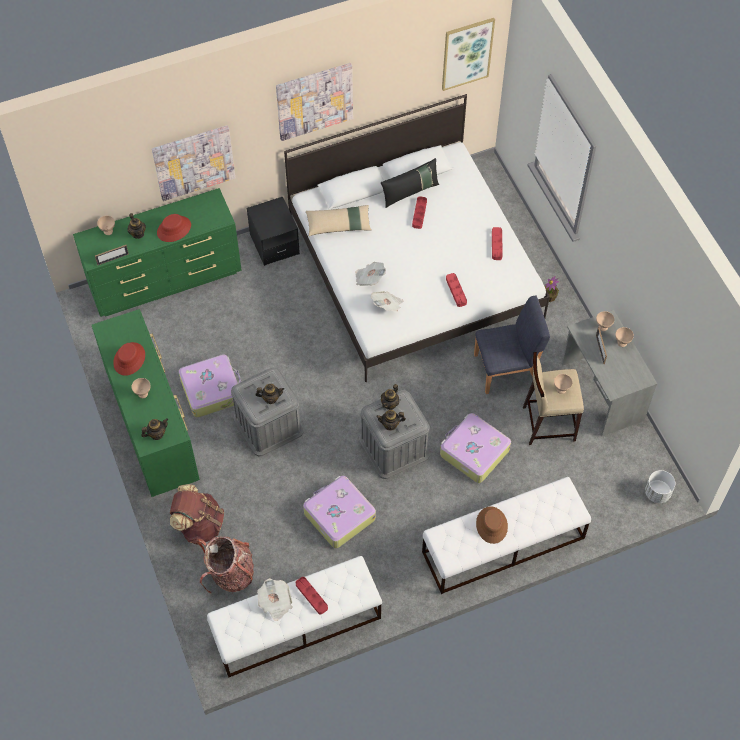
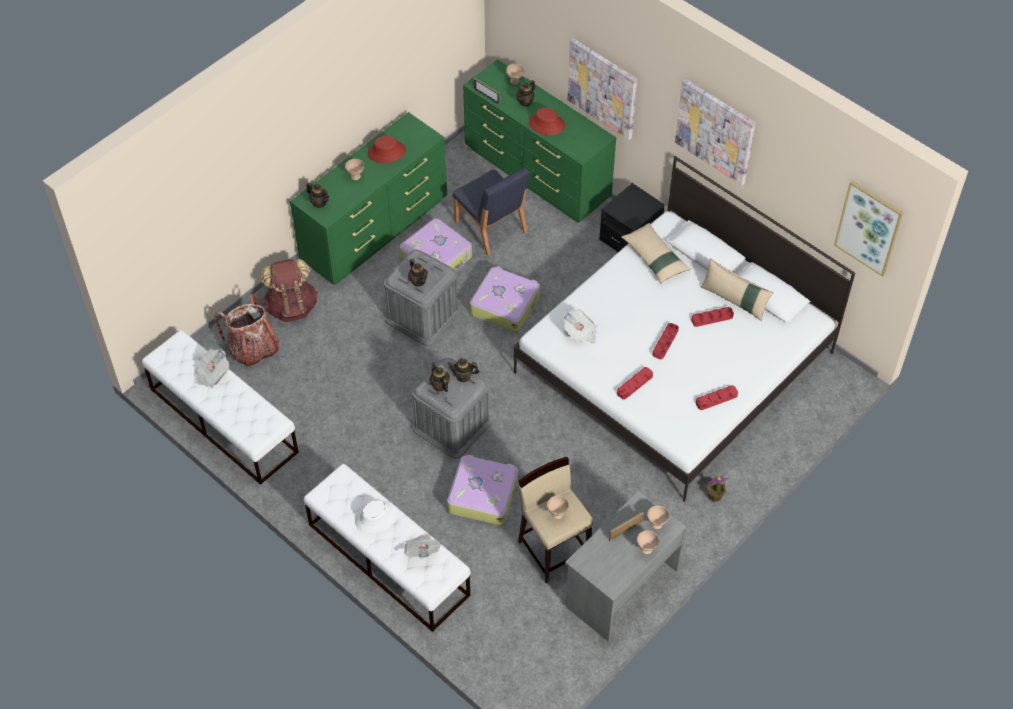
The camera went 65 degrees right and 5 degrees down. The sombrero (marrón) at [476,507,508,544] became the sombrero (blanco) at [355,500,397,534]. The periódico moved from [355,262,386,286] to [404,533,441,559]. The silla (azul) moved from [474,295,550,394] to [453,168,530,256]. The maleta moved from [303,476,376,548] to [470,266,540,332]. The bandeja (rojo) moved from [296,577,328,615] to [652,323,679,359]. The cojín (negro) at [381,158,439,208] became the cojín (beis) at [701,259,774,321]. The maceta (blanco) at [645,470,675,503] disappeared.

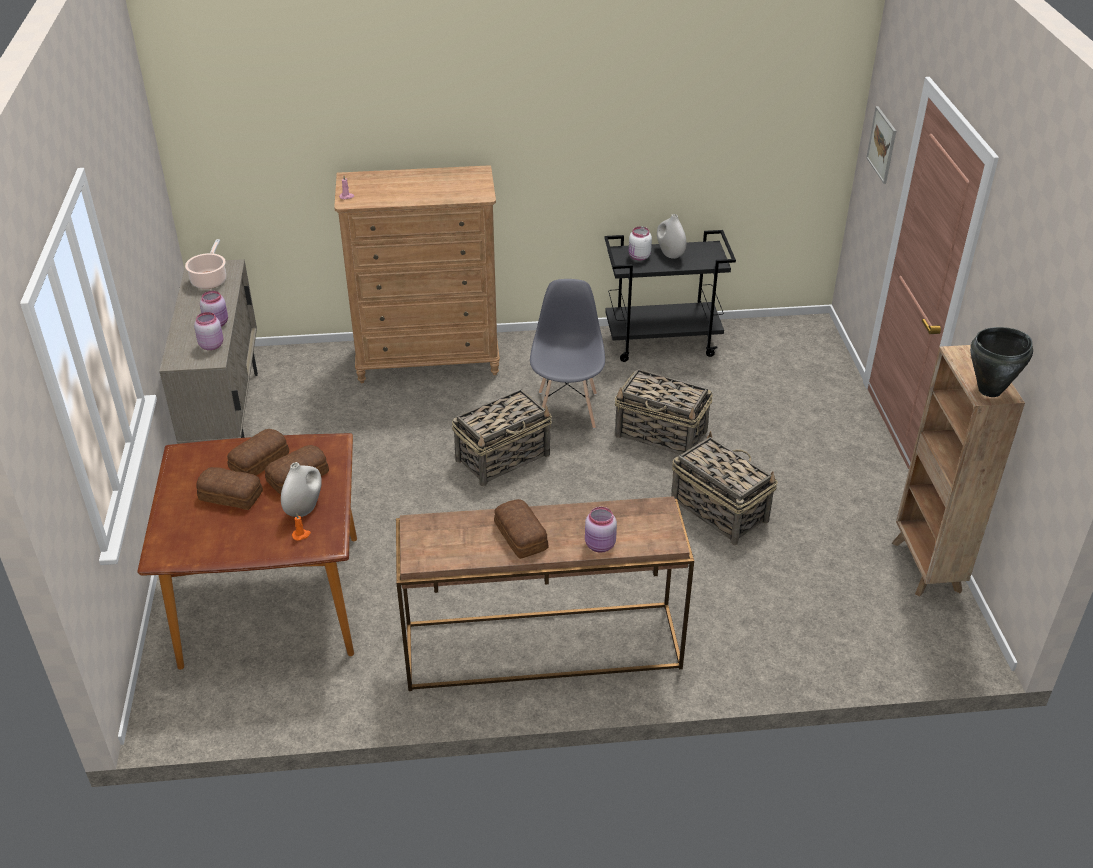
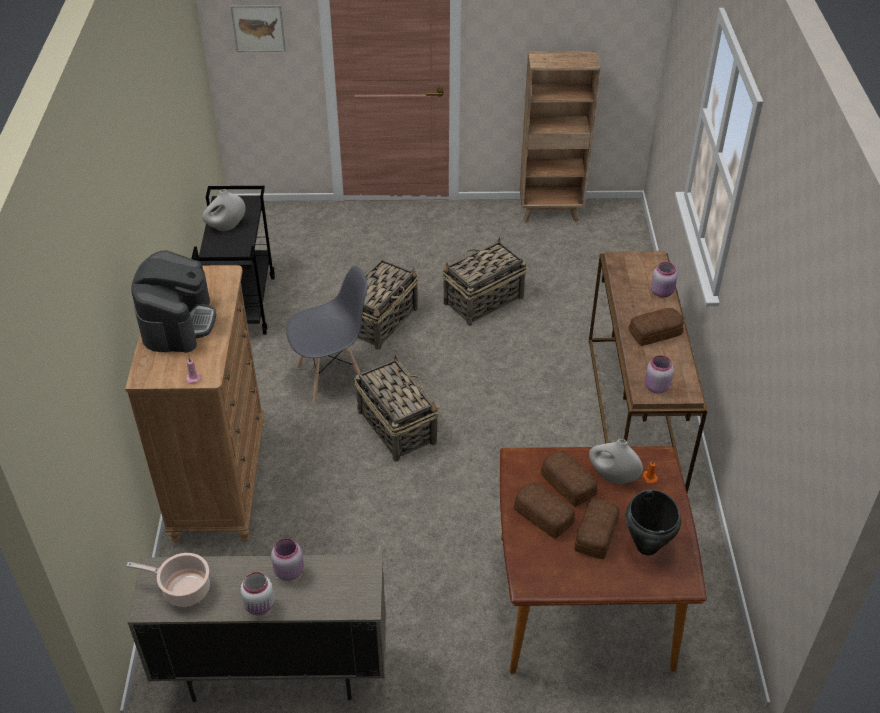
The camera went 85 degrees left and 5 degrees up. The cafetera at [131,250,216,353] appeared. The tarro (blanco) moved from [629,226,652,260] to [240,572,275,615]. The silla (gris) at [530,279,605,429] turned 150 degrees clockwise. The olla (negro) moved from [970,327,1033,397] to [626,490,681,555]. The tarro (rosa) moved from [194,312,223,350] to [645,355,674,393].

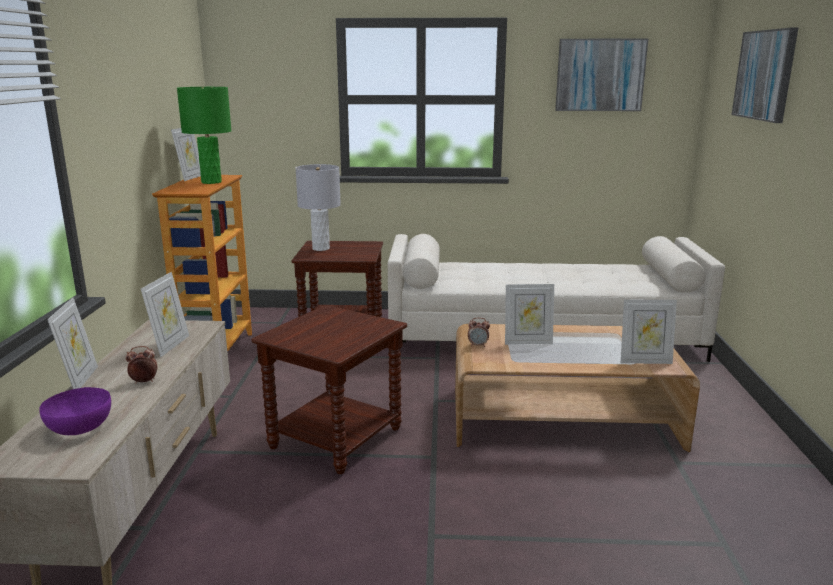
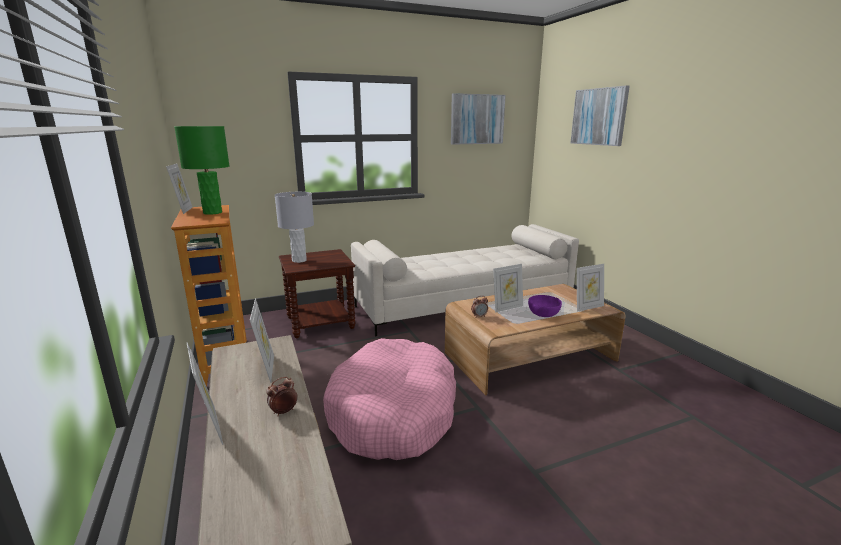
The camera went 25 degrees left and 0 degrees up. The mesa auxiliar (marrón) at [251,305,407,474] was replaced by the cama para perro (rosa) at [323,338,456,460]. The cuenco (morado) moved from [39,387,111,435] to [528,295,562,317].

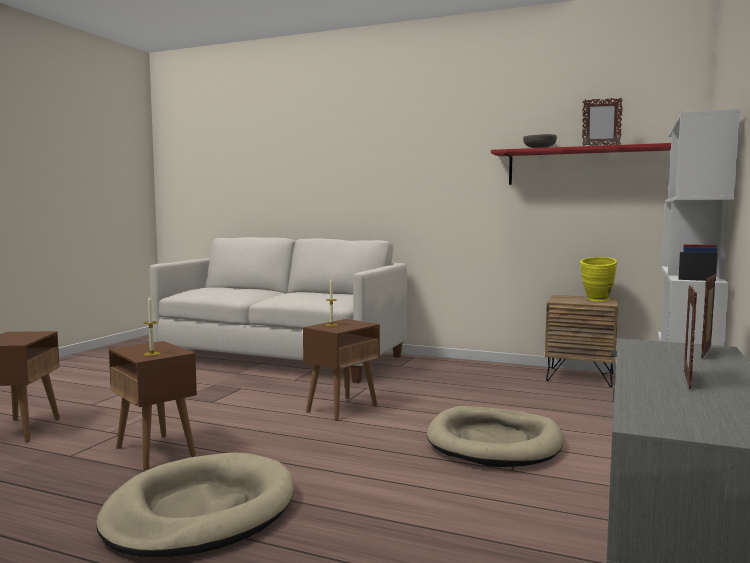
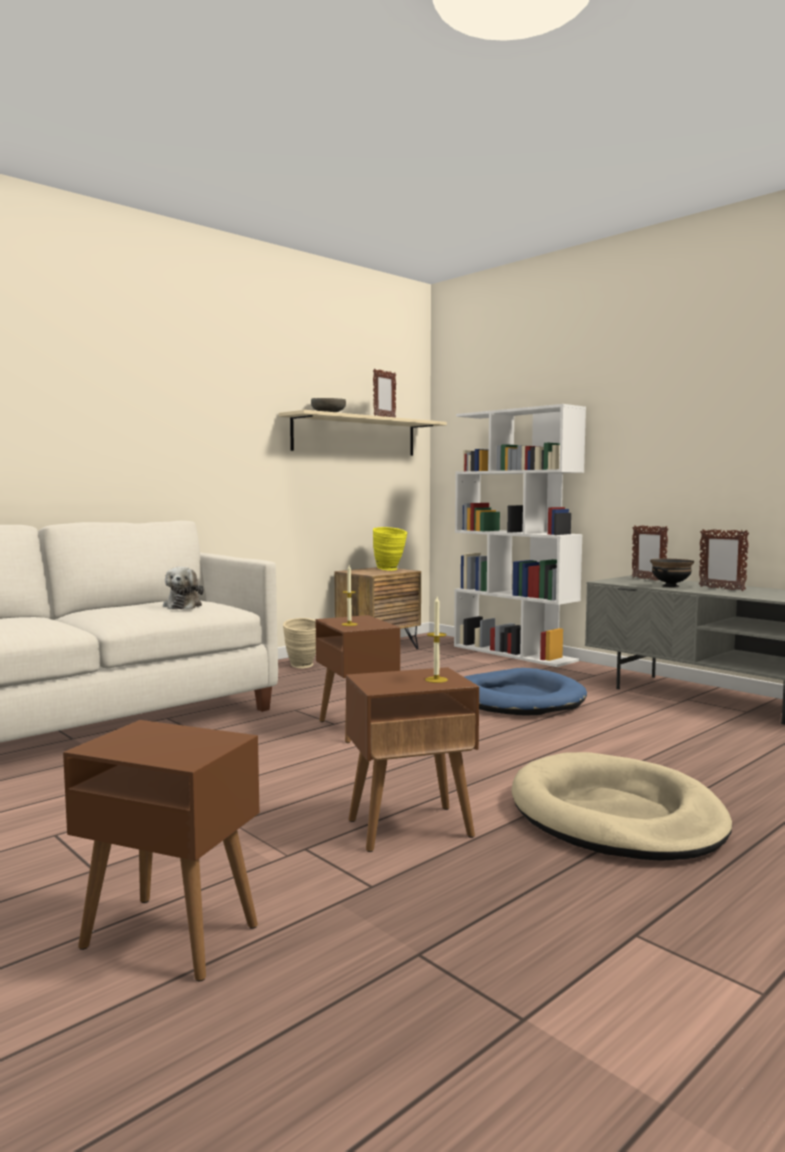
The camera went 65 degrees left and 0 degrees up. The peluche at [163,567,204,609] appeared. The estante (rojo) at [491,143,671,185] became the estante (beis) at [279,410,447,456]. The florero (beis) at [283,618,316,668] appeared. The cama para perro (beis) at [427,406,564,467] became the cama para perro (azul) at [464,668,587,716]. The cuenco (negro) at [650,559,694,587] appeared.

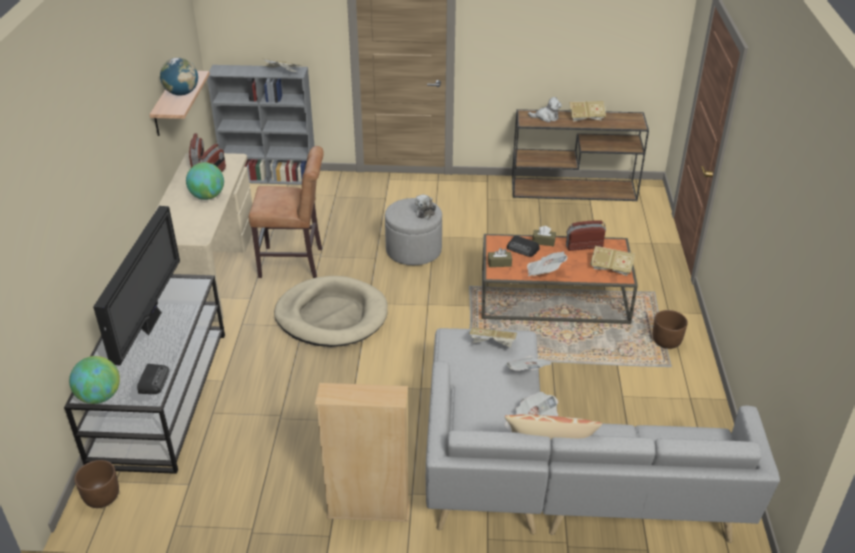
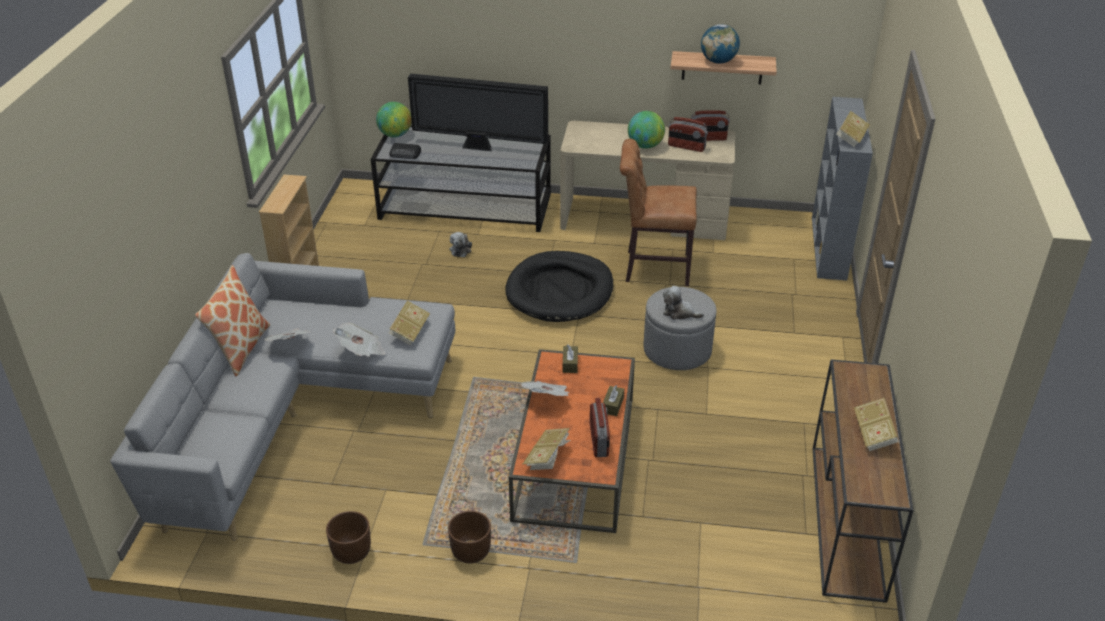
The camera went 95 degrees right and 0 degrees up. The maceta (marrón) moved from [74,460,119,508] to [326,511,371,564]. The peluche moved from [528,97,562,122] to [449,232,472,257]. The cama para perro (beis) at [274,276,388,347] became the cama para perro (negro) at [505,251,613,322]. The silla (marrón) at [249,146,324,278] turned 90 degrees clockwise. The radio at [507,236,540,257] disappeared.

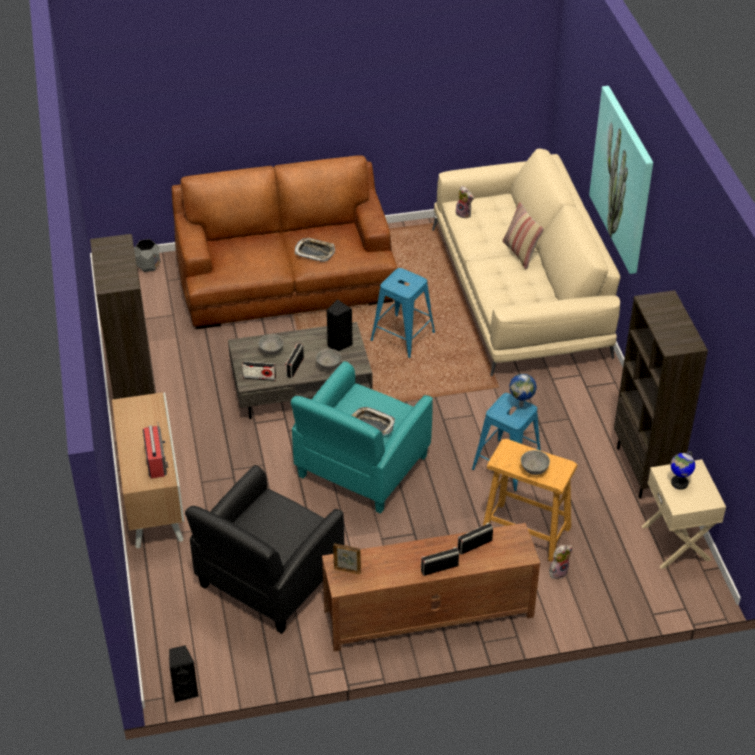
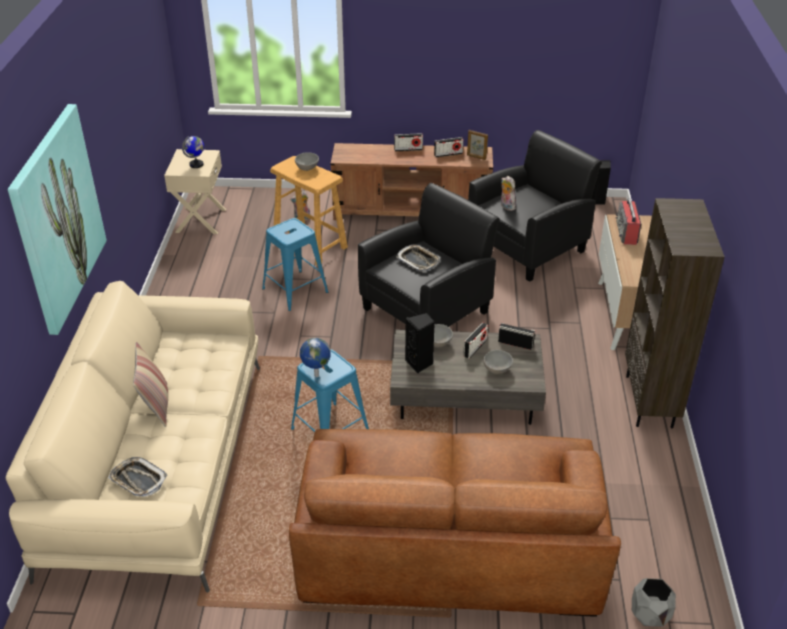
The camera went 165 degrees left and 5 degrees down. The bandeja moved from [295,238,335,262] to [108,457,168,497]. The globo terráqueo moved from [509,374,537,407] to [300,338,331,377]. The sillón (turquesa) at [291,361,433,514] became the sillón (negro) at [358,183,499,327]. The radio moved from [457,522,493,555] to [434,137,463,157]. The peluche moved from [456,186,474,218] to [501,176,516,211]. The estantería (marrón) at [614,290,708,498] disappeared.

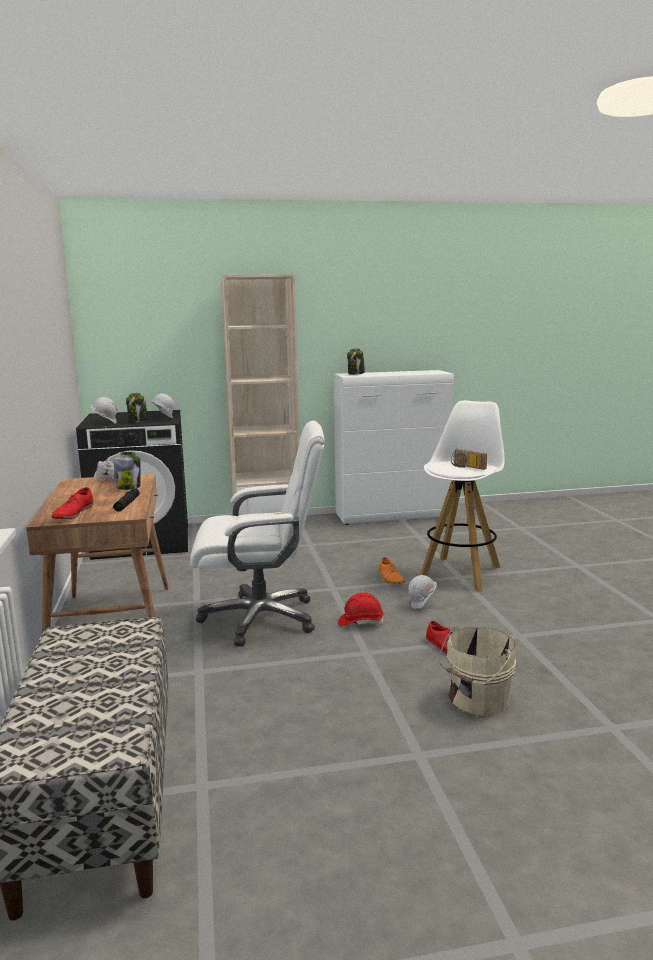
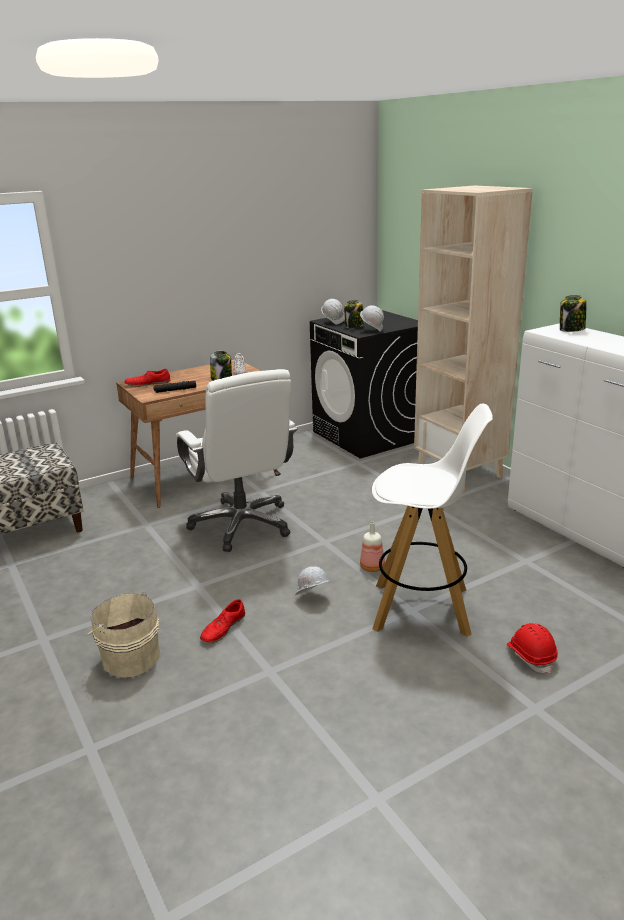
The camera went 70 degrees right and 10 degrees up. The zapato (naranja) at [379,557,405,584] was replaced by the botella at [360,522,385,572]. The casco (rojo) moved from [338,592,384,626] to [507,623,558,674]. The radio at [451,449,487,470] disappeared.

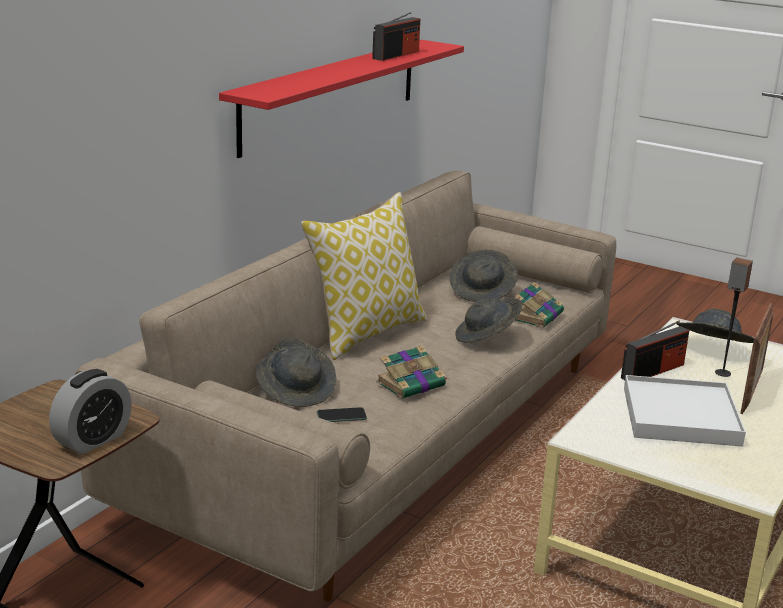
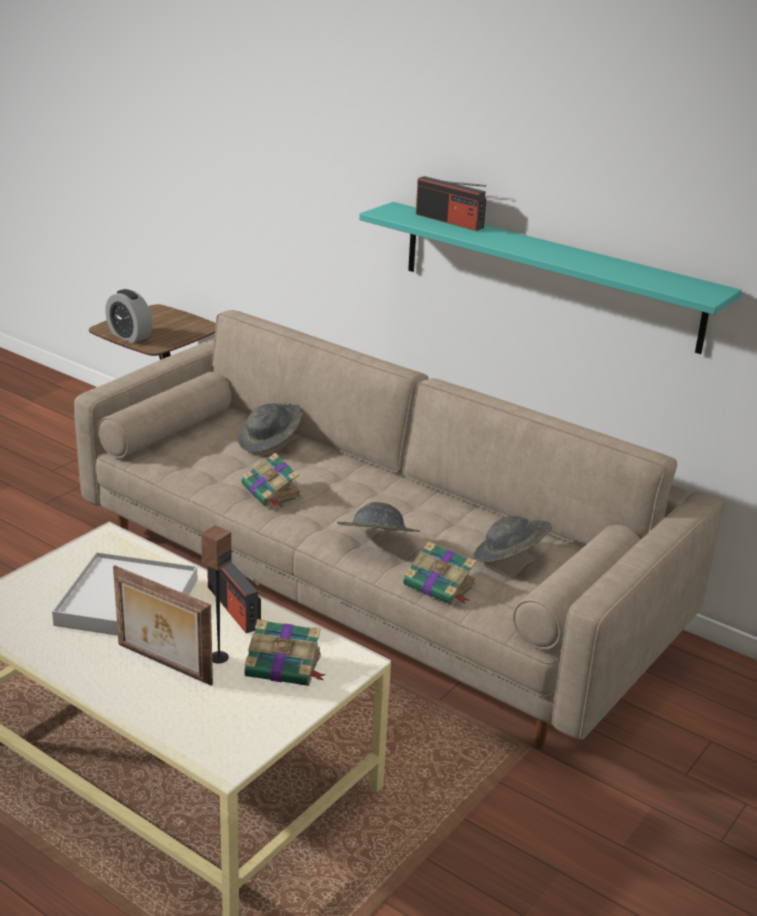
The camera went 95 degrees right and 5 degrees up. The sombrero (gris) at [676,308,754,343] was replaced by the libro at [244,619,326,686]. The estante (rojo) at [219,40,464,158] became the estante (turquesa) at [359,202,742,354]. The radio moved from [372,12,420,61] to [416,176,486,231]. The cojín at [301,192,428,360] disappeared. The móvil at [317,407,367,422] disappeared.

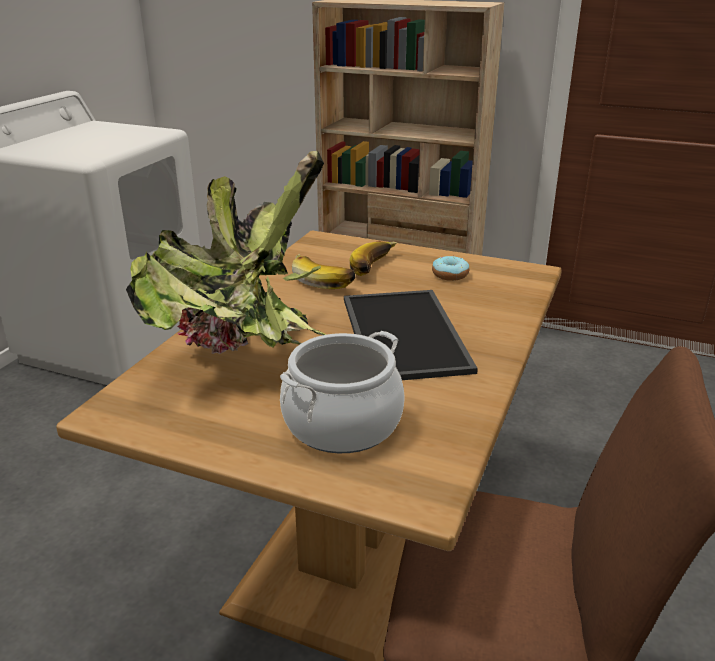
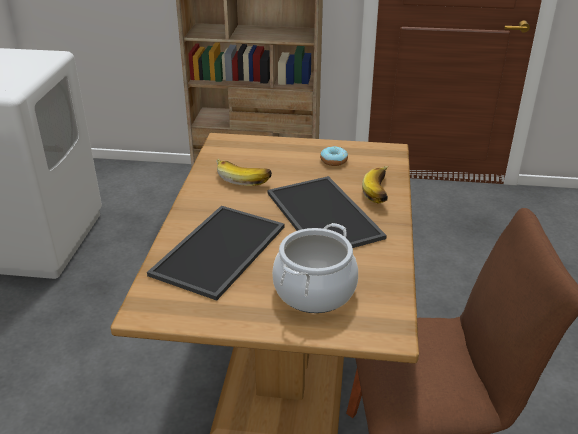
The camera went 15 degrees left and 5 degrees up. The planta en maceta at [126,151,327,354] was replaced by the bandeja at [147,206,285,301]. The plátano moved from [349,241,397,276] to [362,166,388,204].

